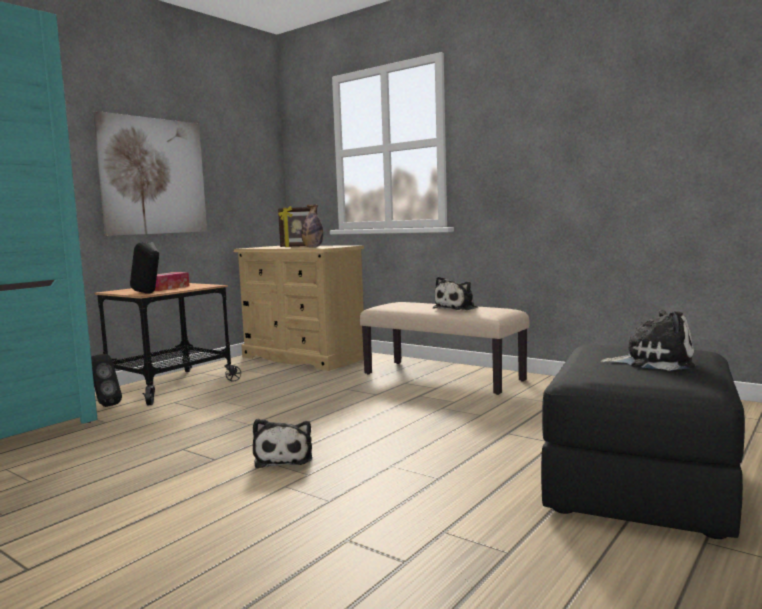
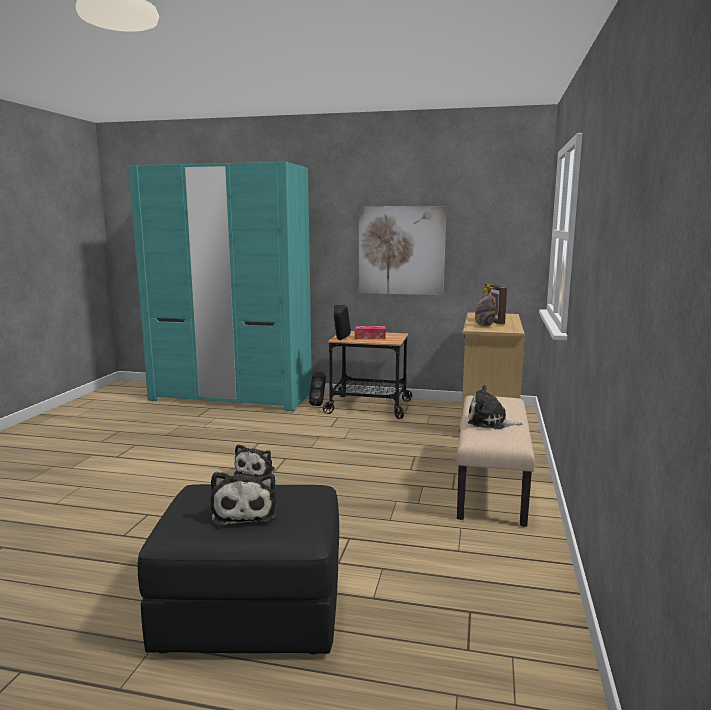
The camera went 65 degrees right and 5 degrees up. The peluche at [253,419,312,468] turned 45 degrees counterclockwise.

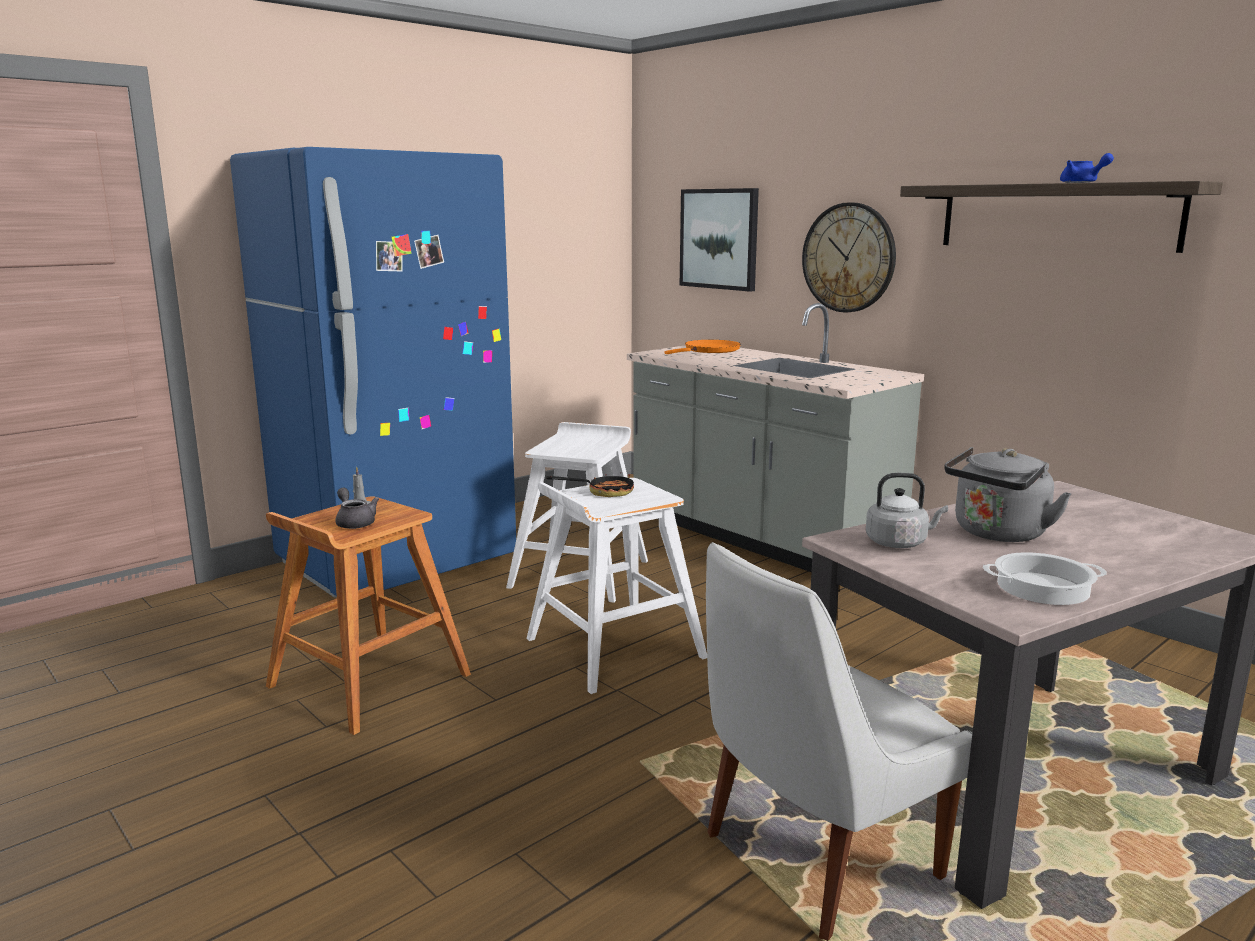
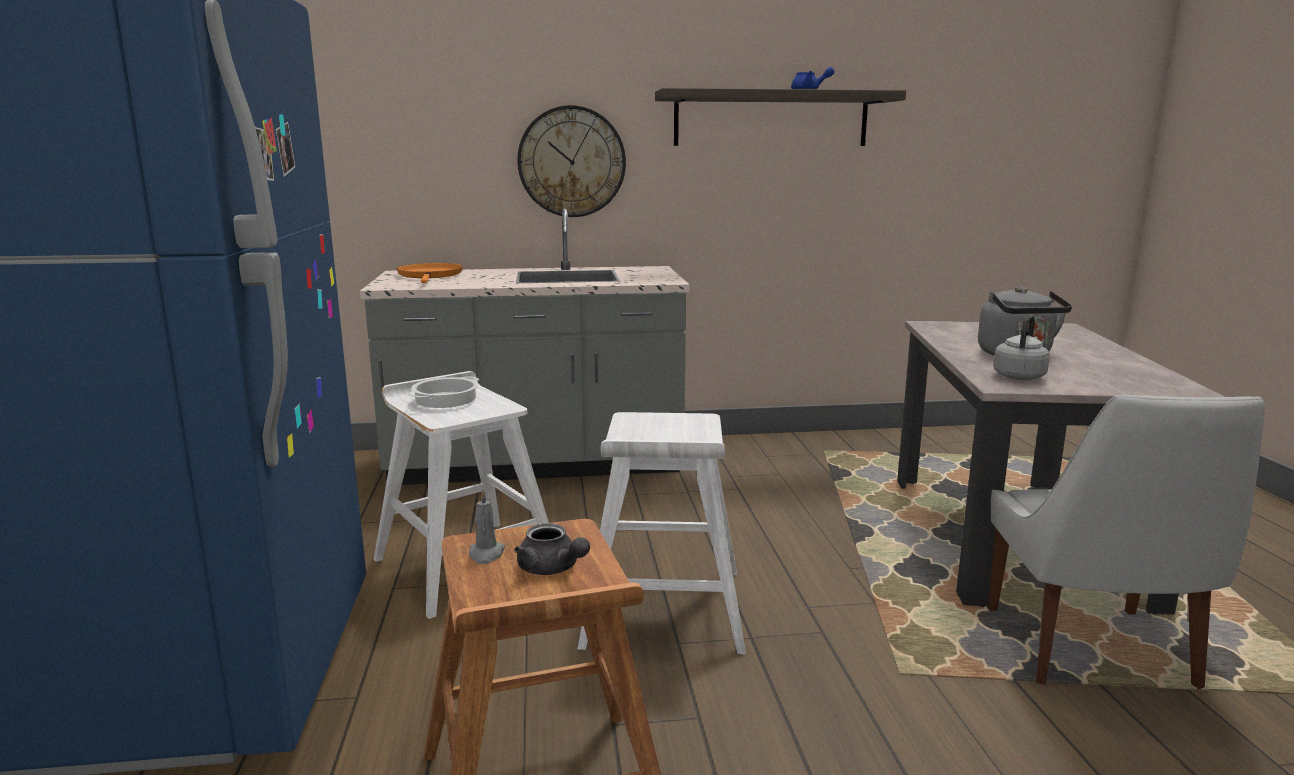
The camera went 55 degrees left and 0 degrees up. The olla moved from [983,552,1107,605] to [408,376,479,408]. The tetera (gris) at [335,488,379,529] turned 135 degrees counterclockwise. The sartén at [546,472,634,497] disappeared. The cuadro at [680,188,759,292] disappeared.

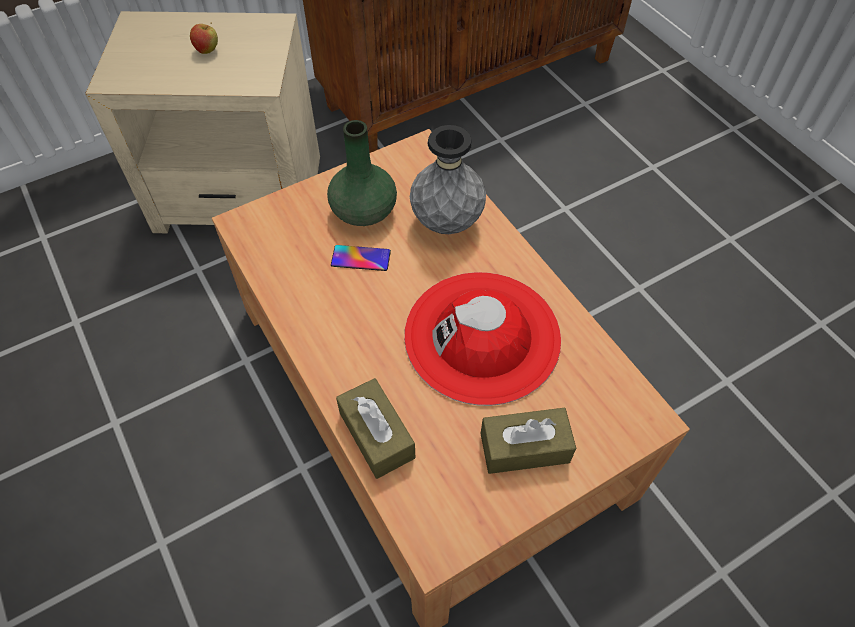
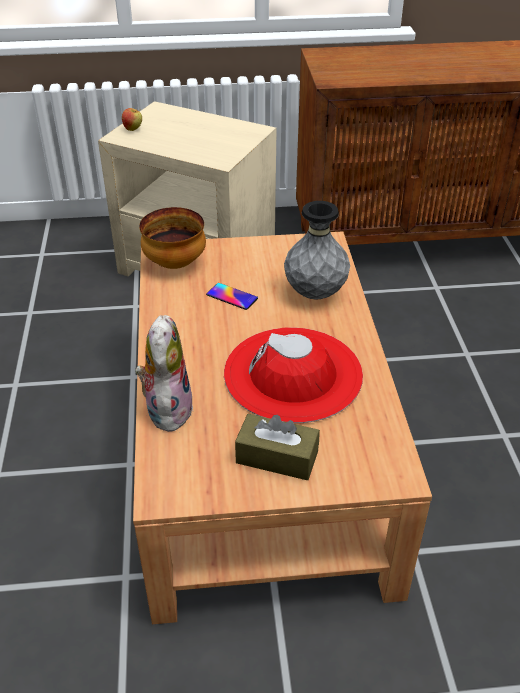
The camera went 25 degrees right and 15 degrees down. The manzana moved from [190,23,218,54] to [122,108,142,131]. The caja de pañuelos (marrón) at [336,378,415,479] was replaced by the peluche at [135,315,193,432]. The cuenco at [139,207,206,269] appeared. The florero (verde) at [327,120,397,226] disappeared.

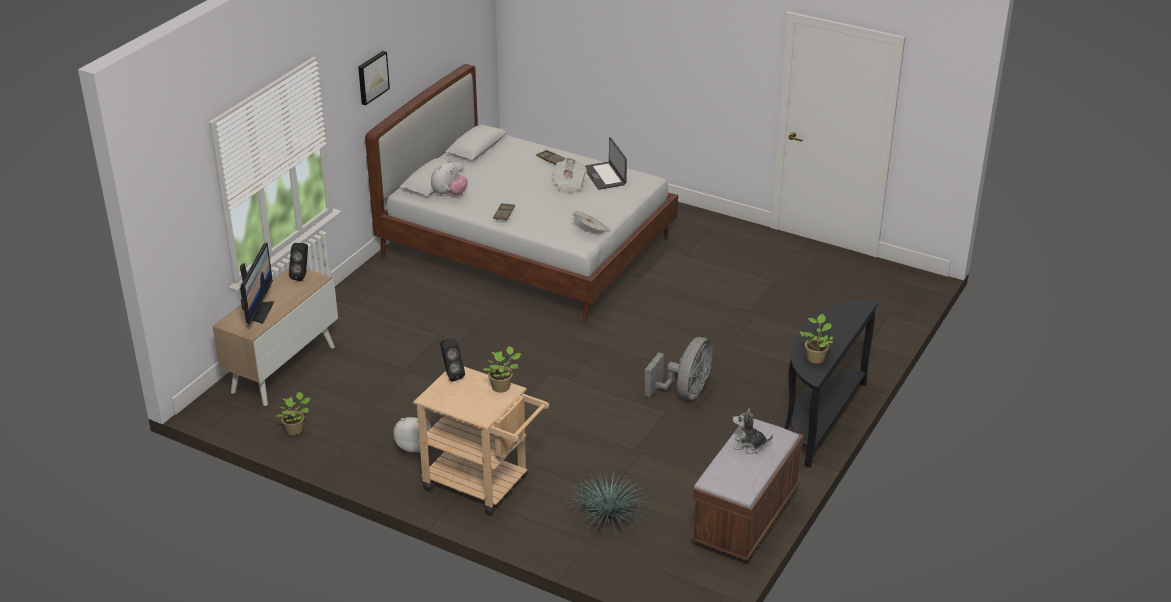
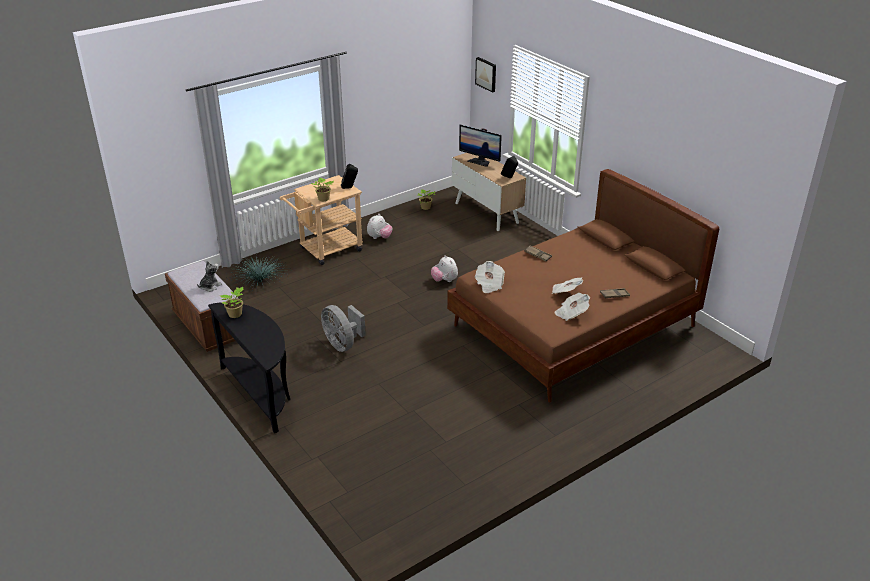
The camera went 115 degrees right and 0 degrees up. The peluche moved from [431,160,468,196] to [431,255,458,282]. The cama (blanco) at [365,64,678,324] became the cama (marrón) at [447,169,719,403]. The cuadro moved from [358,51,390,105] to [475,57,496,93]. The portátil at [585,137,627,190] was replaced by the periódico at [555,293,590,321].

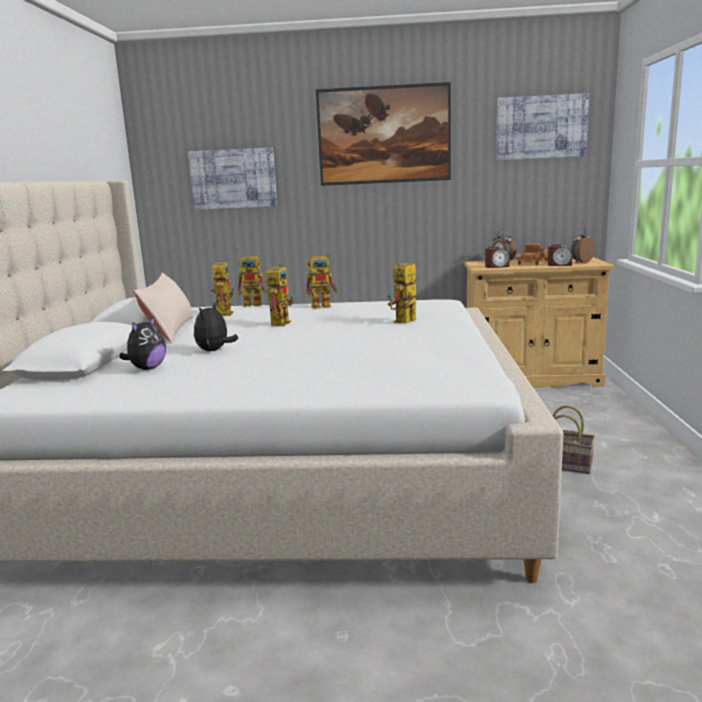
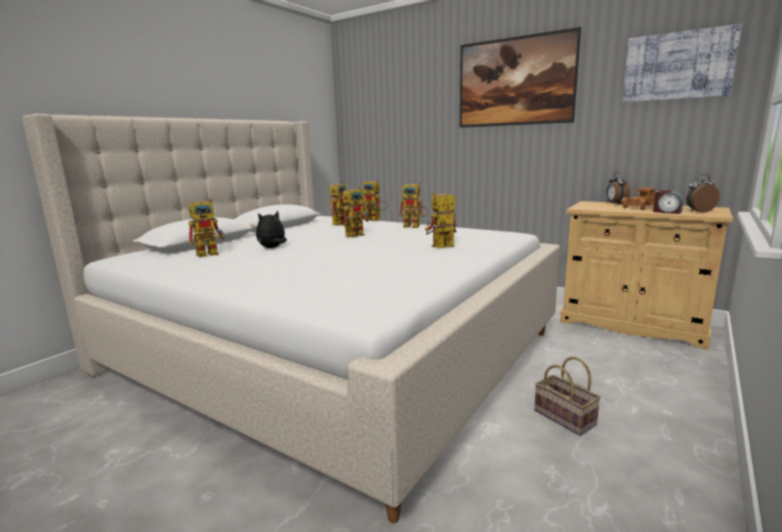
The camera went 30 degrees right and 0 degrees up. The peluche at [119,316,166,370] was replaced by the robot de juguete at [188,198,225,257]. The cojín (beis) at [134,272,194,343] disappeared. The cuadro at [188,148,277,210] disappeared. The despertador at [485,246,510,268] disappeared.

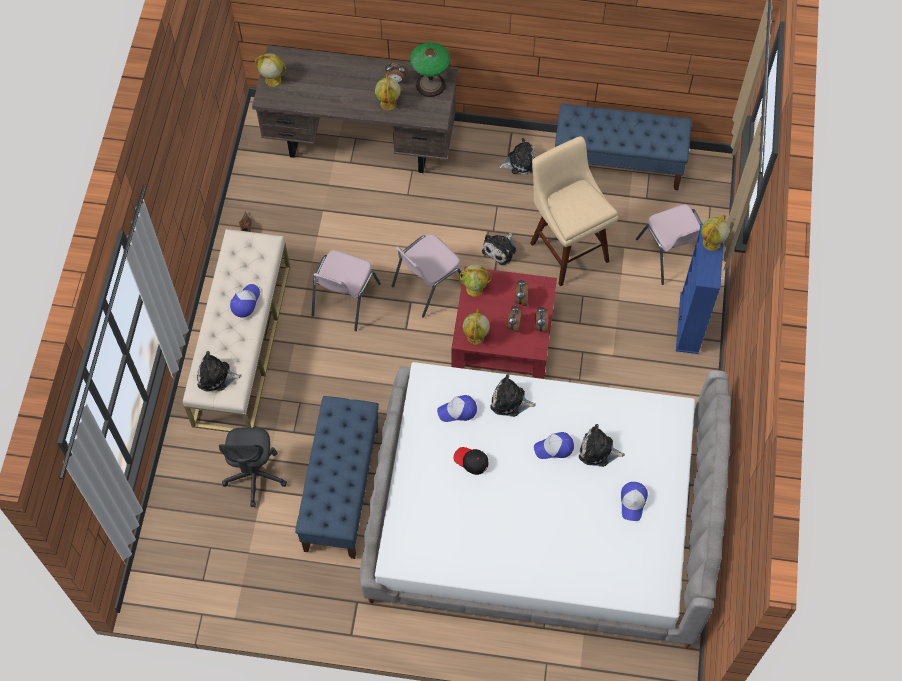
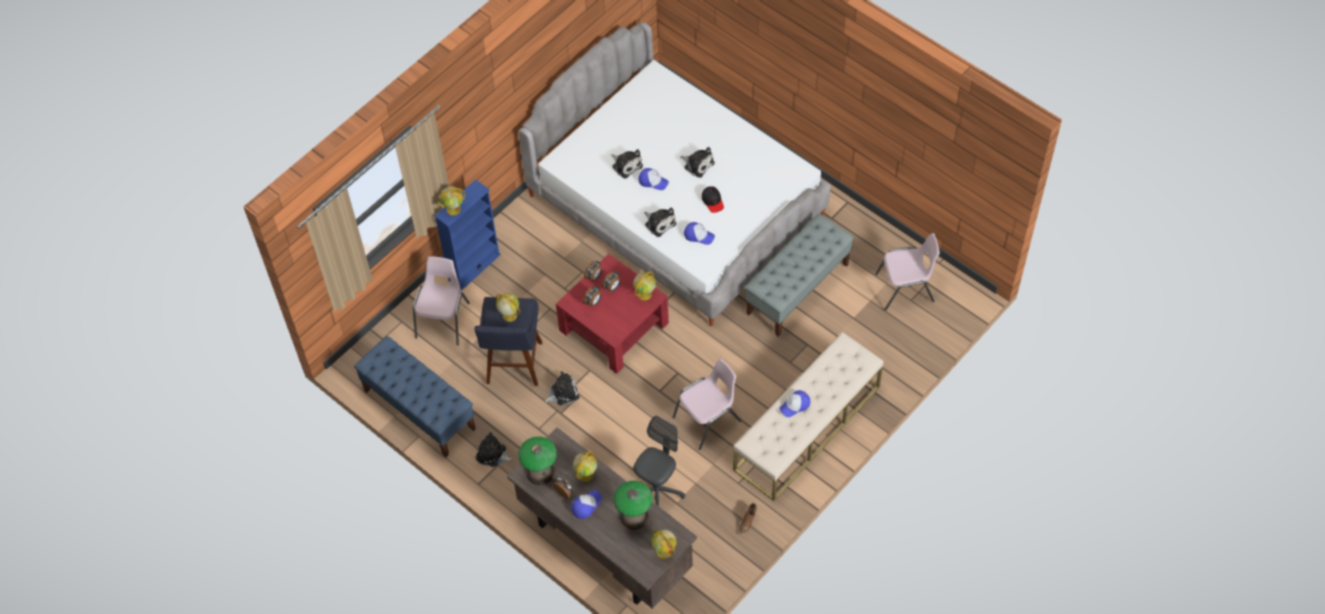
The camera went 145 degrees left and 5 degrees down. The taburete (beis) at [530,136,618,287] became the taburete (azul) at [474,297,542,386]. The globo terráqueo moved from [458,264,492,297] to [496,293,520,322]. The gorra moved from [621,482,648,521] to [571,490,602,519]. The lámpara de mesa at [614,481,653,530] appeared. The silla de oficina (gris) moved from [219,428,287,507] to [633,416,685,506]. The peluche moved from [197,351,242,391] to [680,147,715,178]. The banco (azul) at [295,396,379,559] became the banco (gris) at [745,213,854,337]. The silla (rosa) moved from [392,234,463,318] to [875,233,940,311].

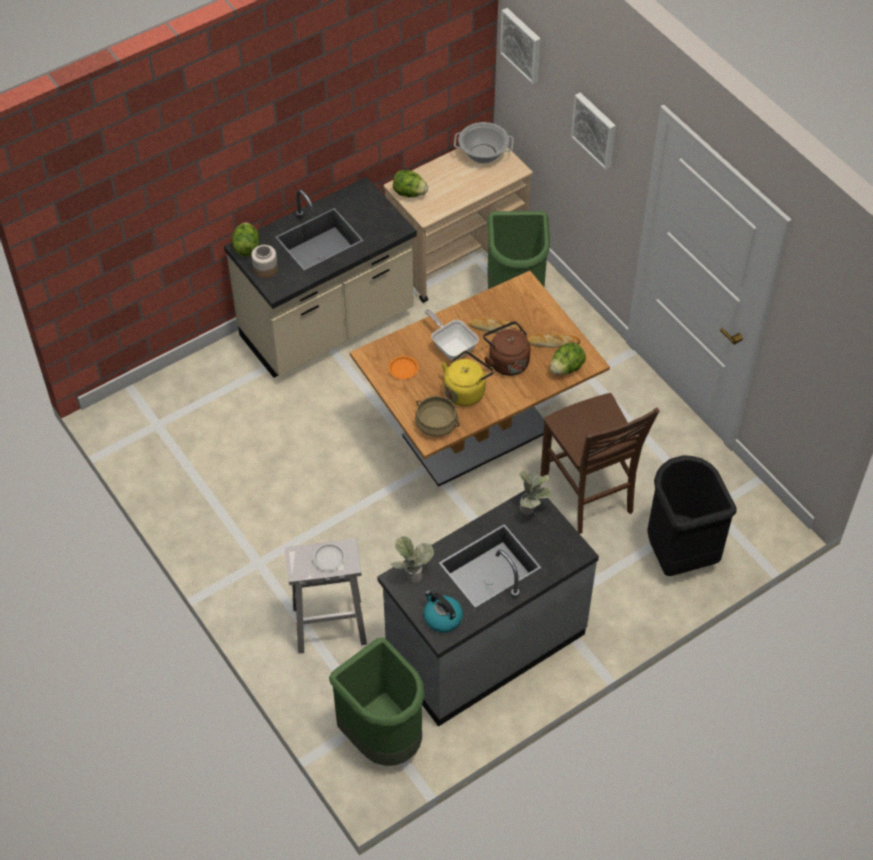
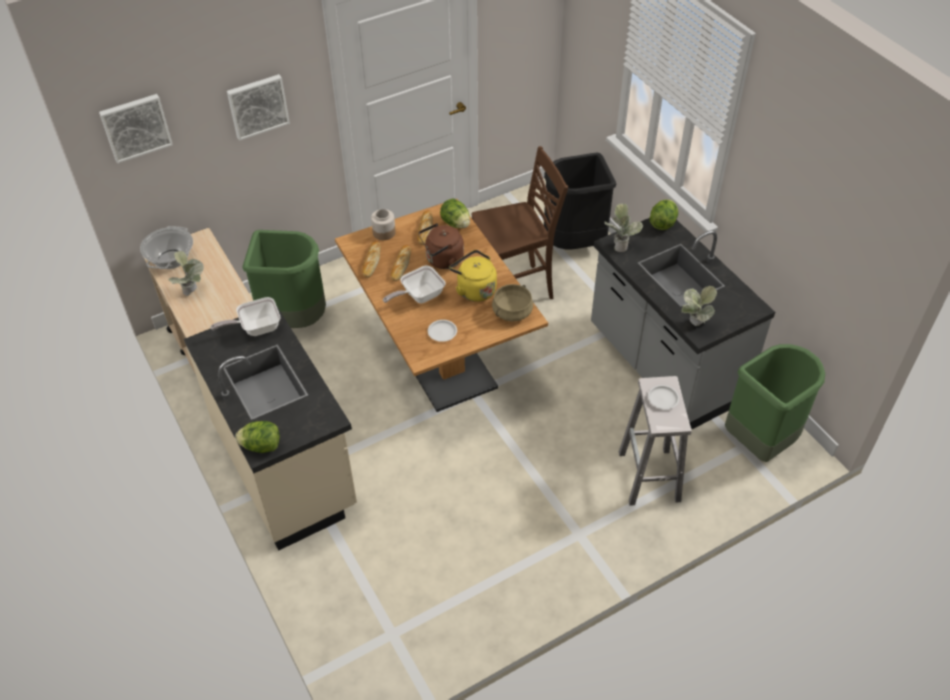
The camera went 85 degrees left and 5 degrees down. The planta en maceta at [168,251,204,296] appeared. The sartén at [210,297,281,336] appeared. The pan at [362,241,381,278] appeared. The tarro moved from [251,245,278,278] to [371,209,396,240]. The plato (naranja) at [389,356,418,379] became the plato (blanco) at [428,320,457,342]. The lechuga moved from [393,170,428,198] to [649,200,678,230]. The hervidor at [424,590,463,633] disappeared.

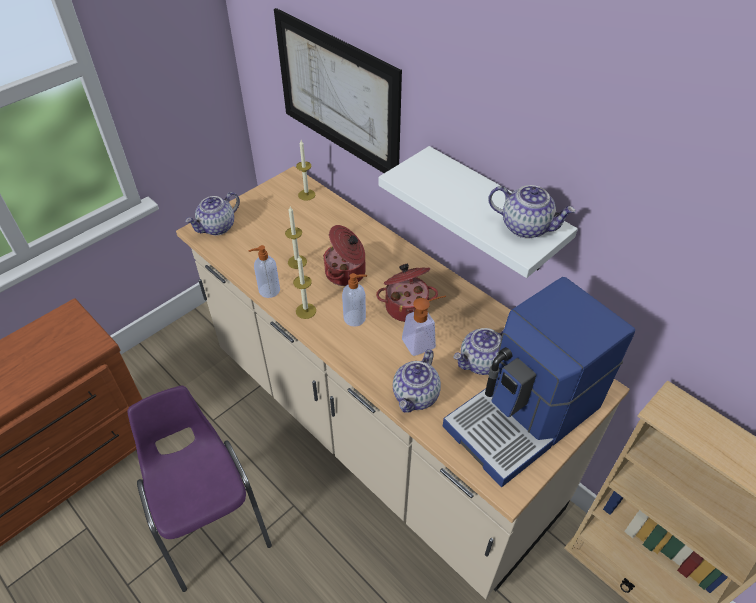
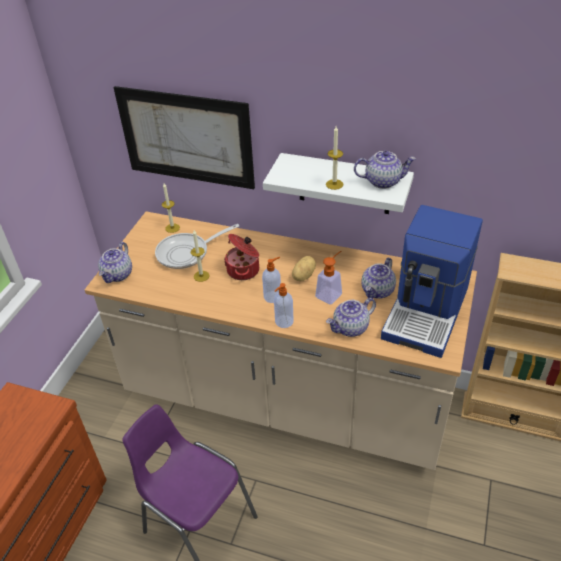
The camera went 25 degrees left and 5 degrees down. The sartén at [155,224,239,269] appeared. The dispensador de jabón moved from [248,245,280,298] to [274,283,294,328]. The olla at [376,264,438,322] was replaced by the patata at [292,256,316,281]. The vela moved from [293,256,316,319] to [326,126,343,190]. The tetera at [393,349,441,413] turned 60 degrees clockwise.

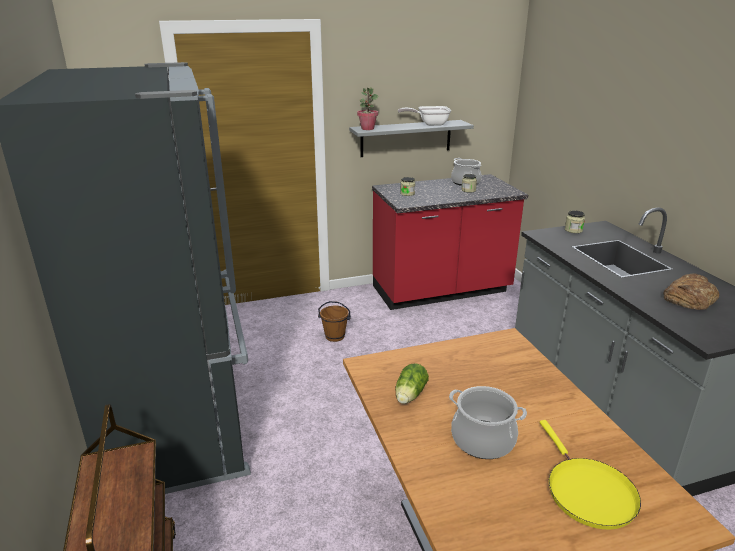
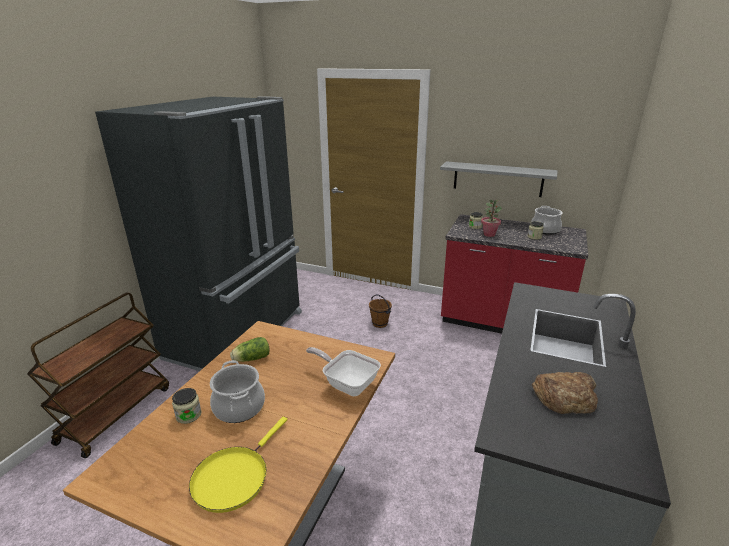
The camera went 40 degrees right and 0 degrees up. The tarro moved from [565,210,585,233] to [172,388,202,424]. The sartén moved from [398,106,451,126] to [306,347,381,396]. The planta en maceta moved from [357,87,379,130] to [481,200,502,237].

